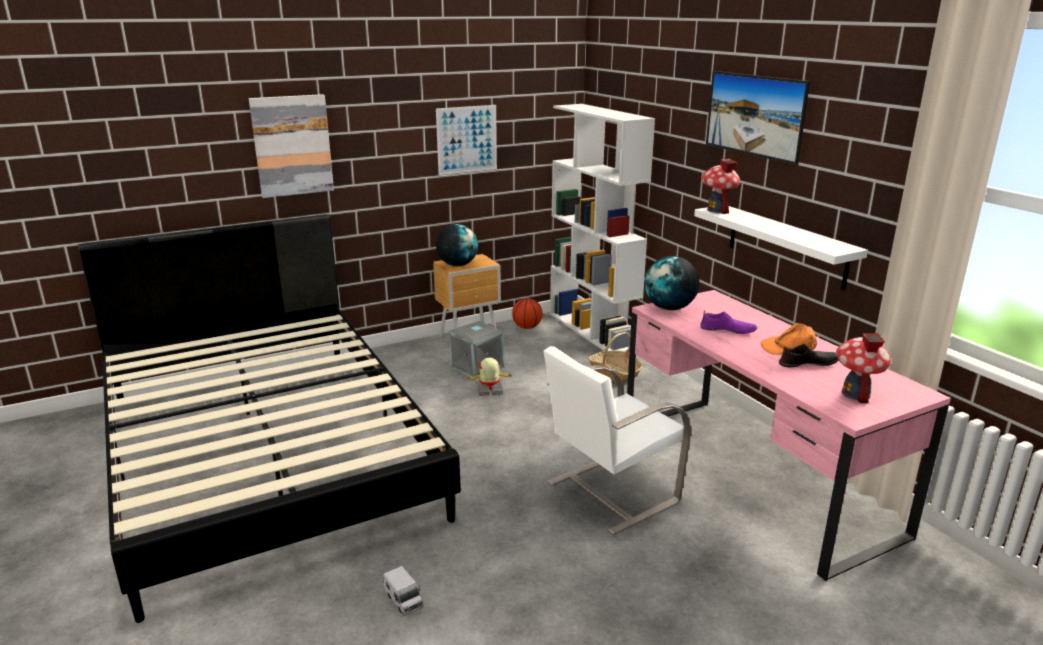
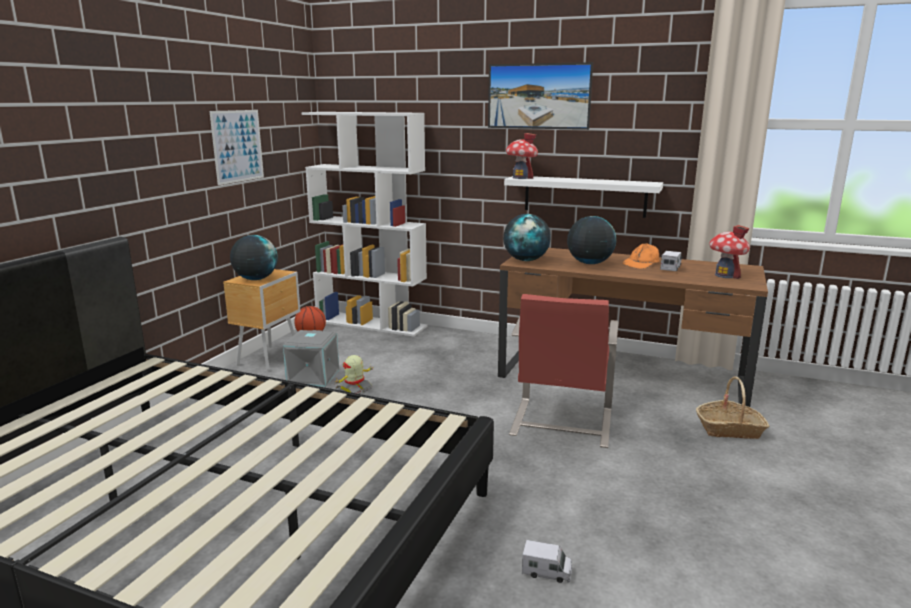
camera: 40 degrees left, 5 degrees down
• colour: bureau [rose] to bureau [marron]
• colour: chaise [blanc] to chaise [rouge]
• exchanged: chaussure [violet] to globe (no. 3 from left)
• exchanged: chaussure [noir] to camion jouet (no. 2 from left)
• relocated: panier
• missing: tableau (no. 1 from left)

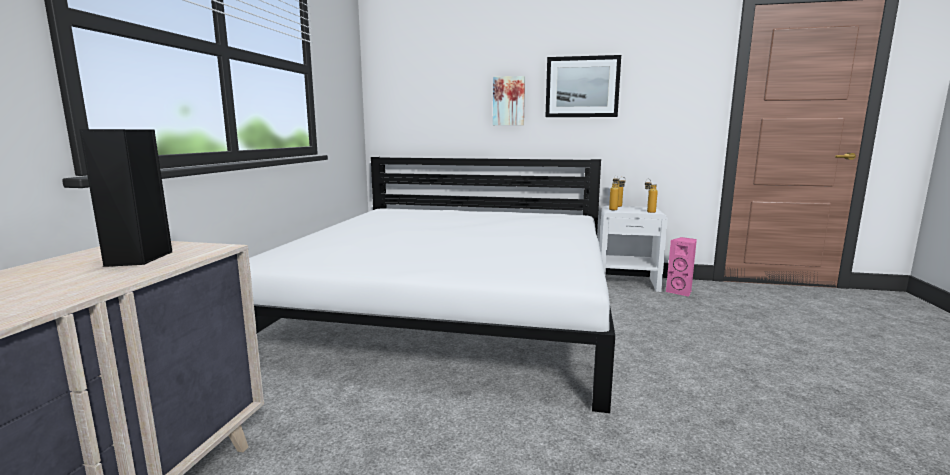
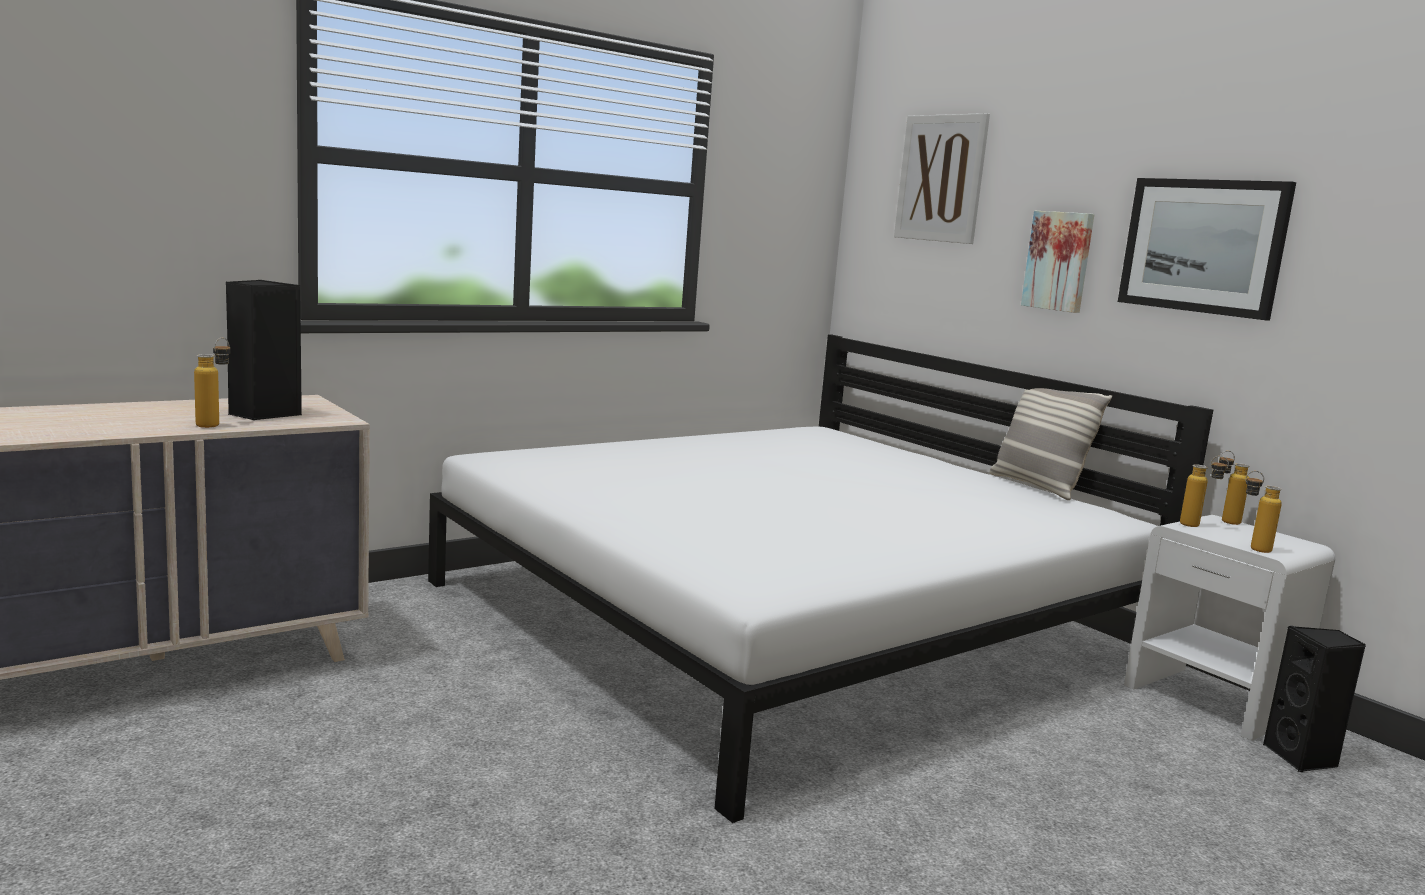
camera: 40 degrees right, 0 degrees up
• appeared: bouteille (no. 1 from left)
• appeared: tableau (no. 1 from left)
• appeared: coussin
• colour: enceinte [rose] to enceinte [noir] (no. 2 from left)

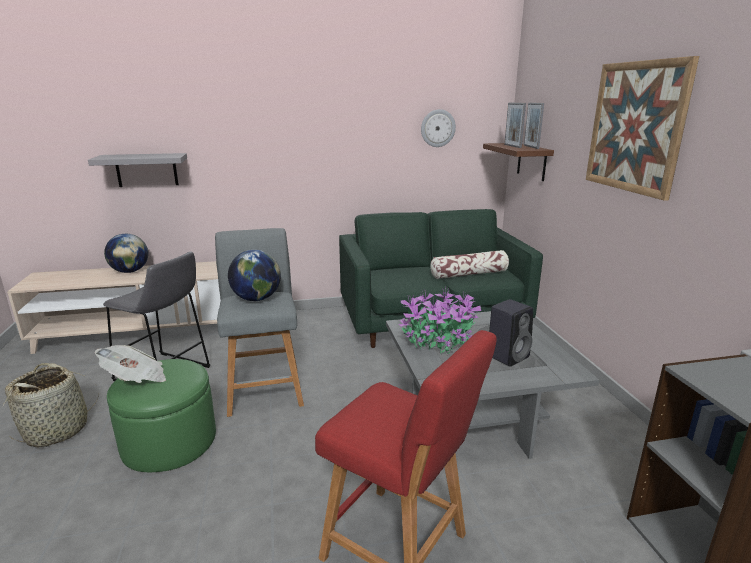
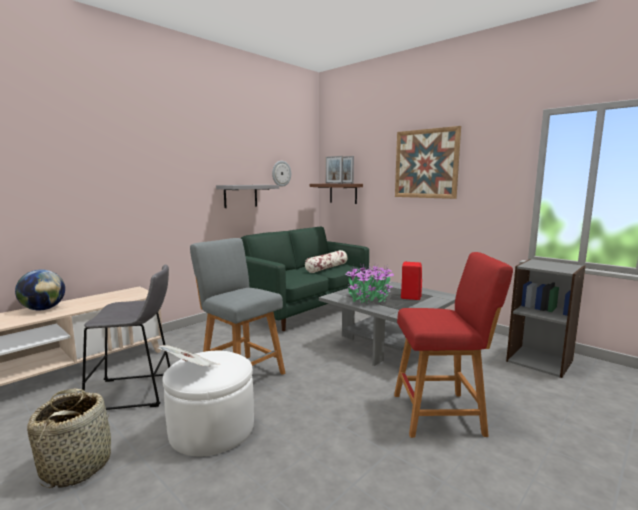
camera: 35 degrees left, 10 degrees down
• colour: pouf [vert] to pouf [blanc]
• relocated: étagère [gris]
• colour: enceinte [noir] to enceinte [rouge]
• missing: globe (no. 2 from left)

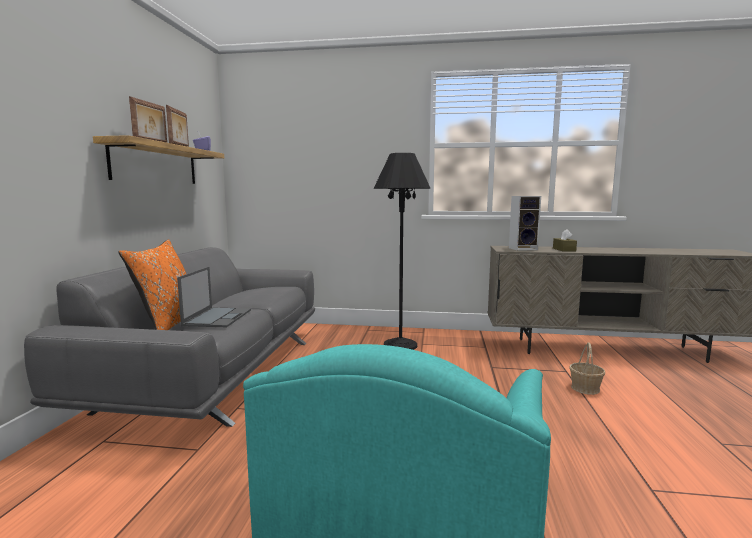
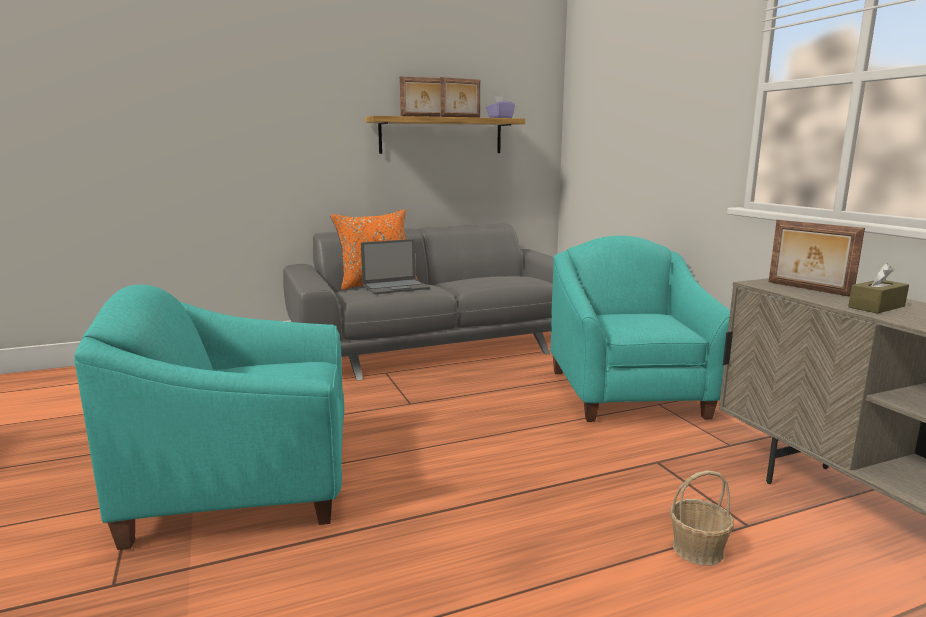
camera: 60 degrees right, 5 degrees up
• exchanged: lampadaire [noir] to fauteuil [turquoise] (no. 2 from left)
• exchanged: enceinte to cadre photo (no. 3 from left)

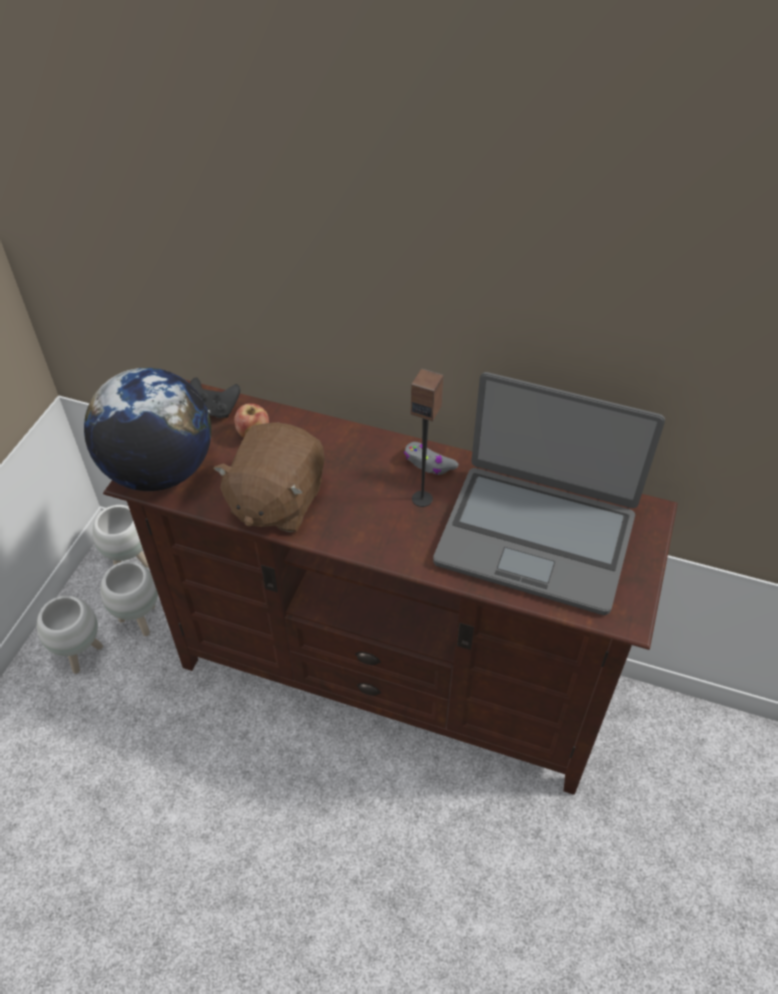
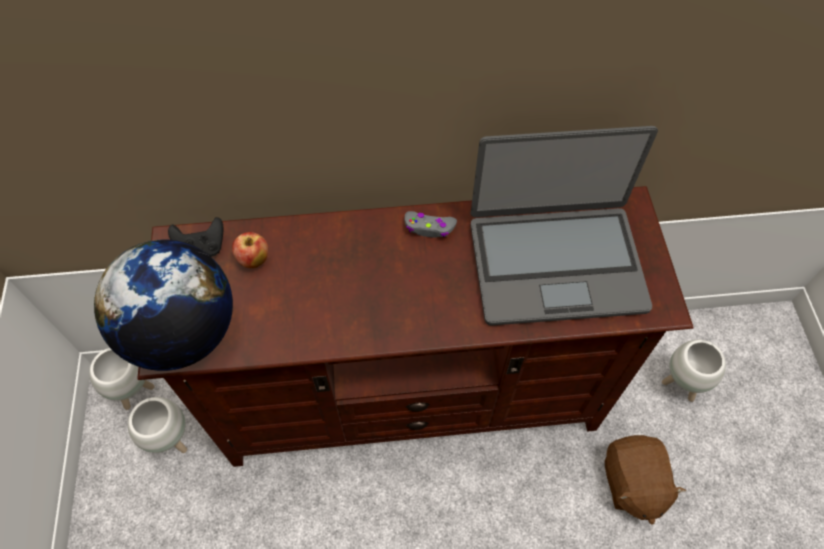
camera: 25 degrees left, 10 degrees up
• relocated: peluche [marron]
• relocated: cache-pot [blanc] (no. 1 from left in the first image) to cache-pot [blanc] (no. 3 from left)
• missing: enceinte

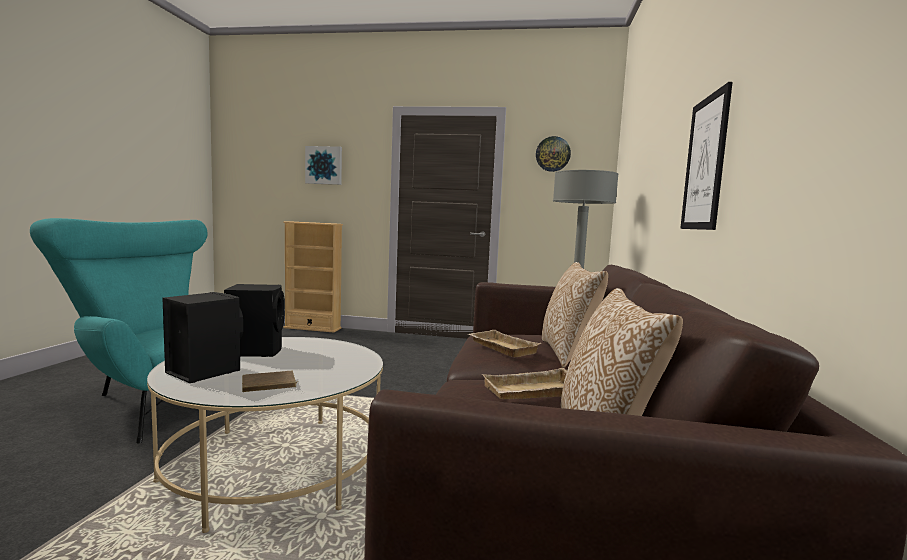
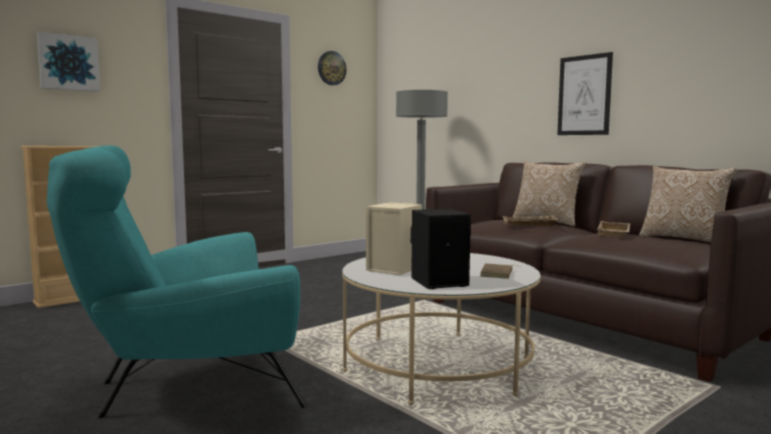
camera: 50 degrees left, 0 degrees up
• colour: enceinte [noir] (no. 2 from left) to enceinte [beige]

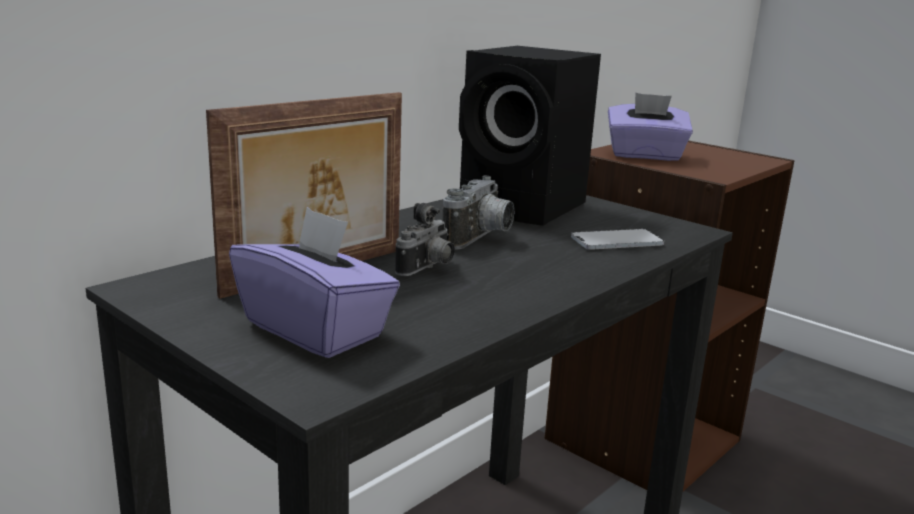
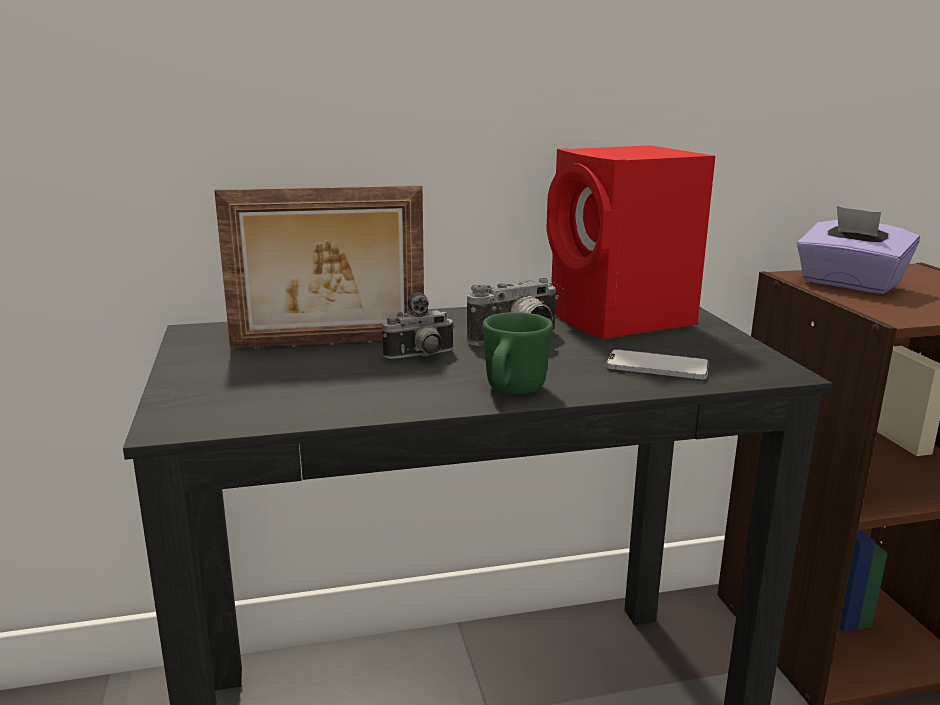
camera: 35 degrees right, 0 degrees up
• appeared: mug [vert]
• colour: enceinte [noir] to enceinte [rouge]
• missing: boîte à mouchoirs [violet] (no. 1 from left)

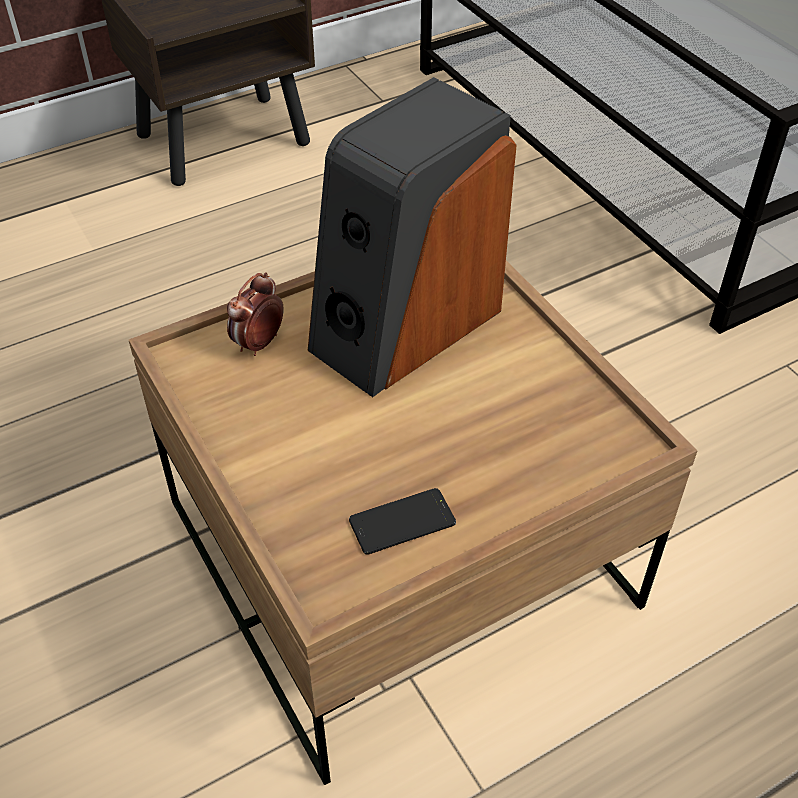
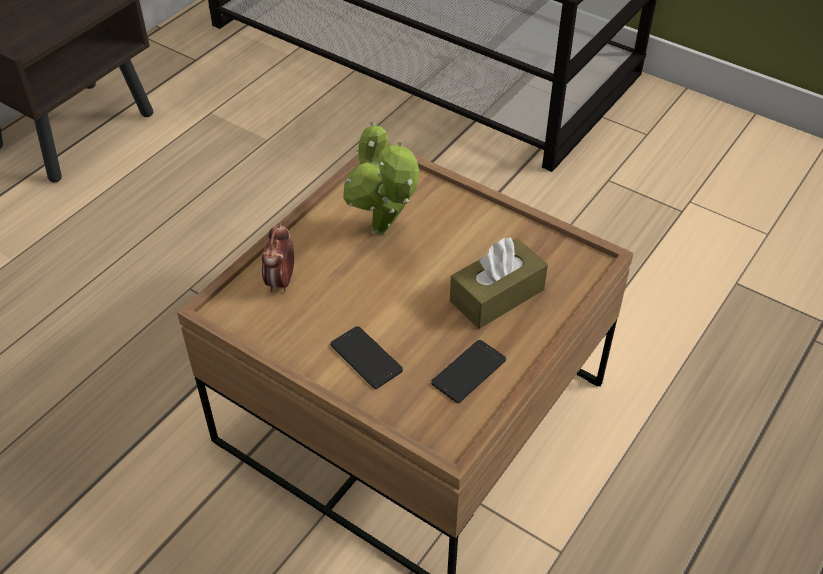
camera: 25 degrees left, 0 degrees up
• appeared: téléphone (no. 1 from left)
• exchanged: enceinte to plante en pot
• appeared: boîte à mouchoirs [marron]

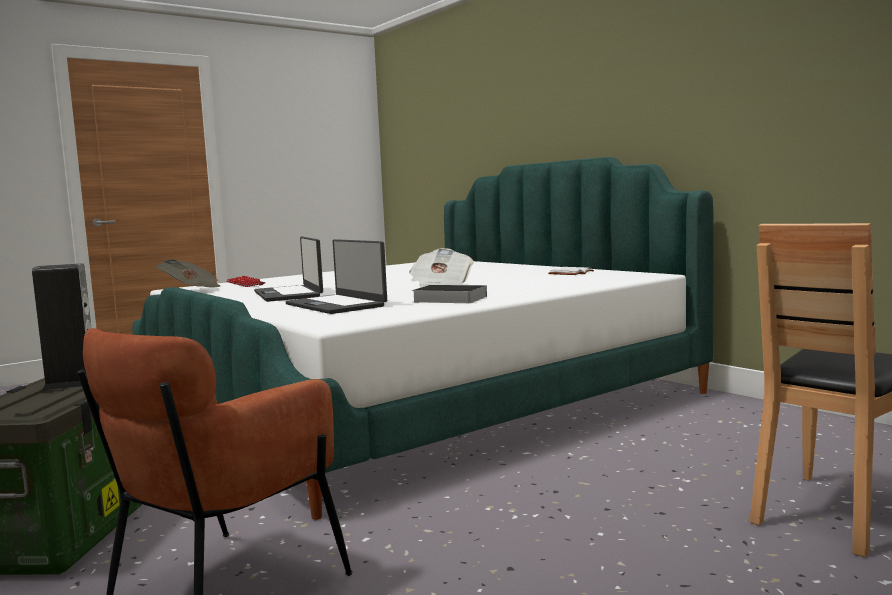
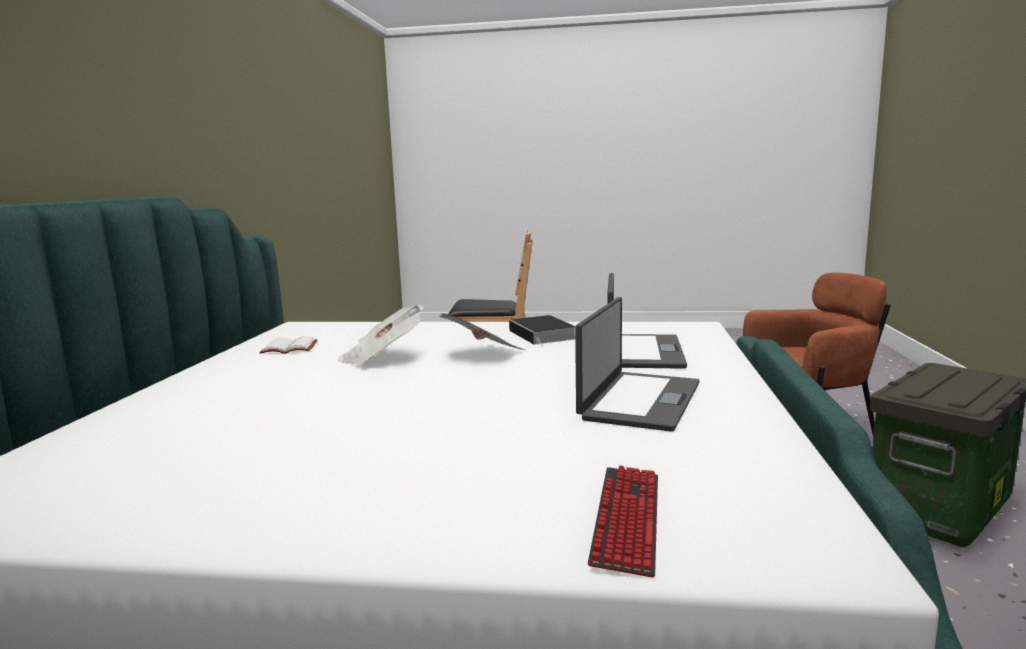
camera: 135 degrees left, 5 degrees up
• relocated: journal (no. 1 from left)
• missing: enceinte

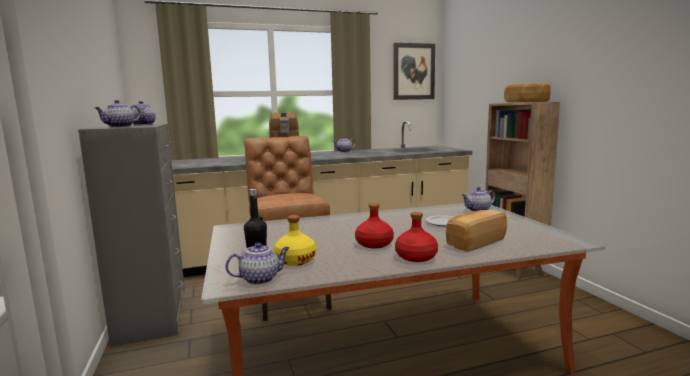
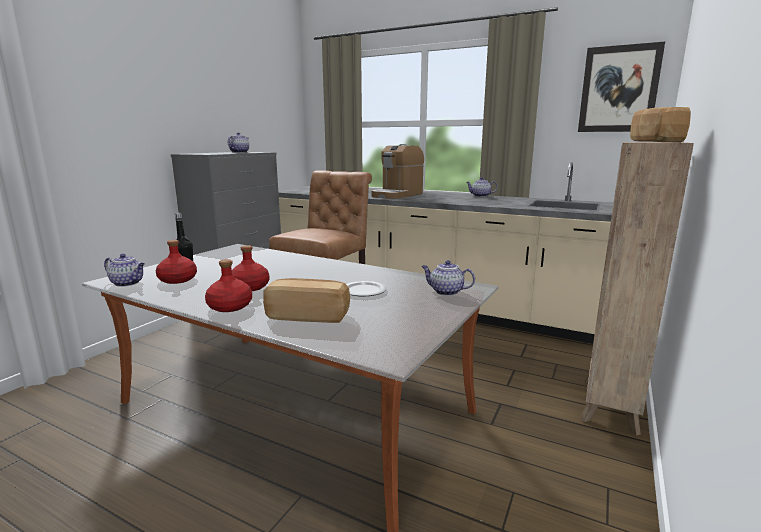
camera: 45 degrees right, 5 degrees up
• colour: bouteille [jaune] to bouteille [rouge] (no. 1 from left)
• missing: théière (no. 1 from left)

